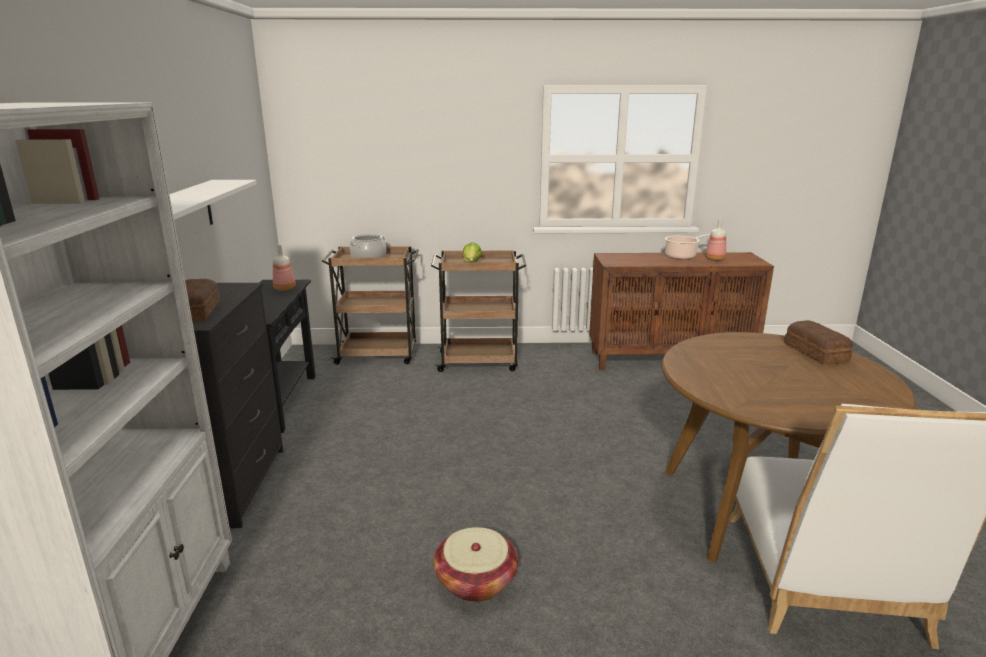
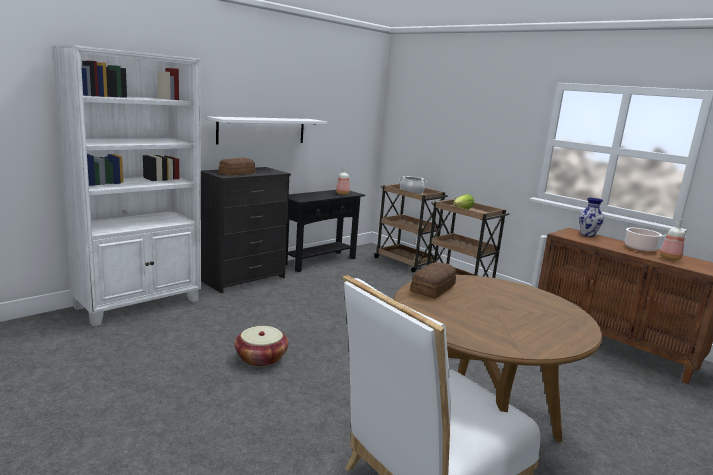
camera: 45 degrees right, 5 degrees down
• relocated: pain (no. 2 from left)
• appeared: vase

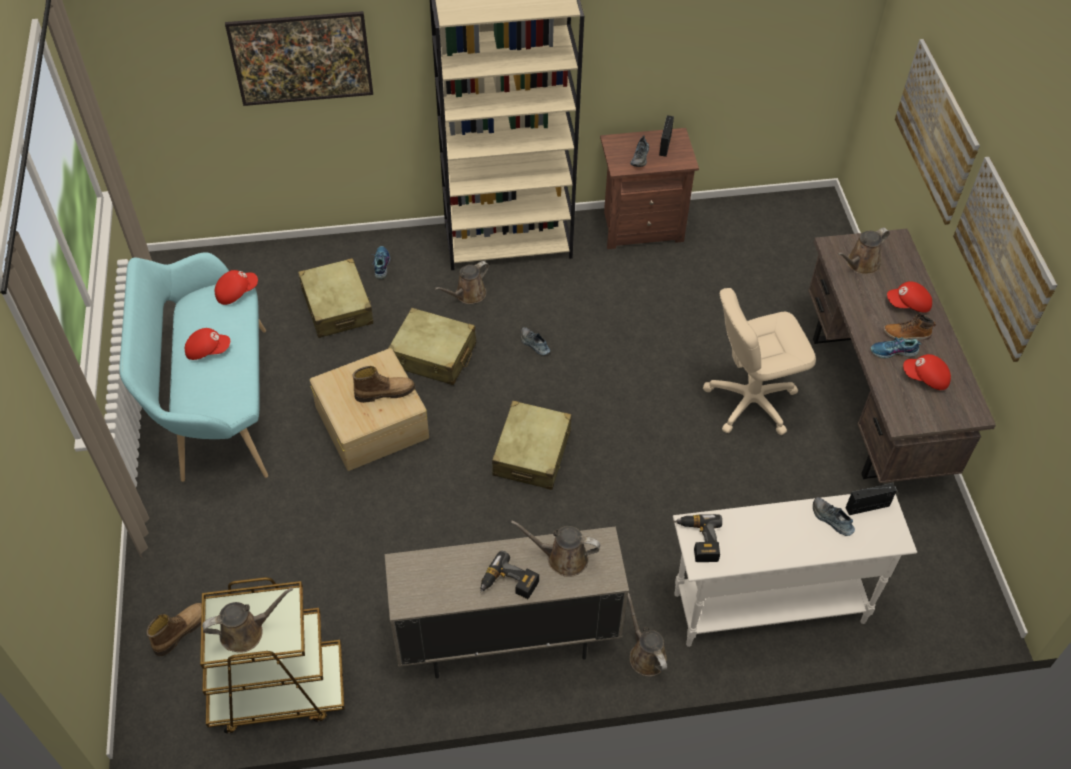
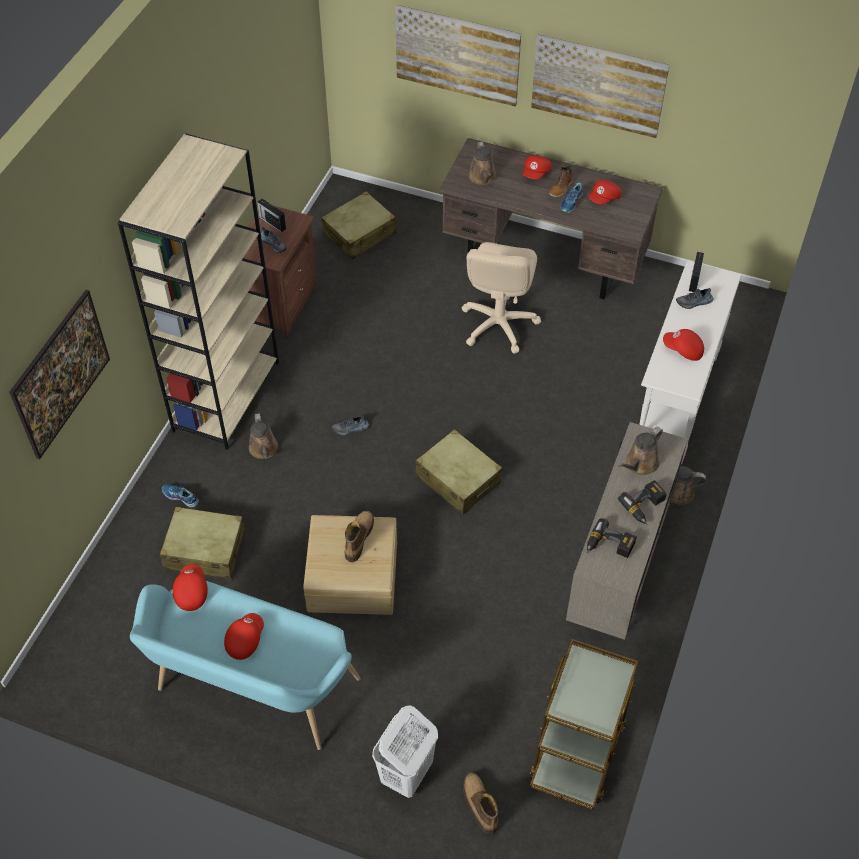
camera: 60 degrees left, 0 degrees up
• relocated: valise [beige] (no. 2 from left)
• appeared: panier à linge [blanc]
• relocated: perceuse (no. 2 from left in the first image) to perceuse (no. 1 from left)
• appeared: casquette [rouge] (no. 5 from left)
• missing: arrosoir [marron] (no. 1 from left)

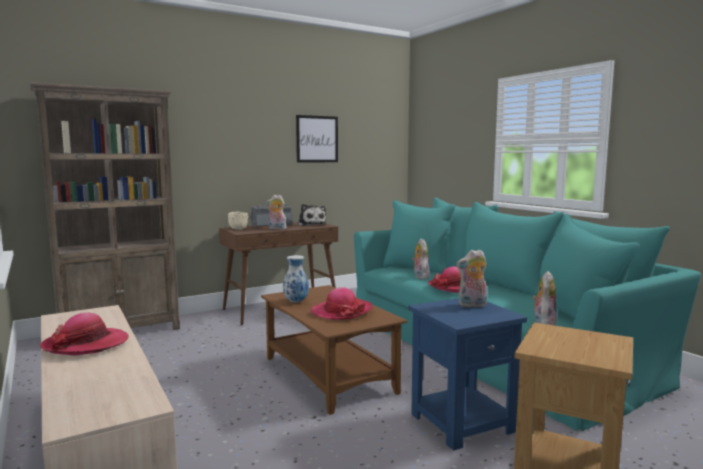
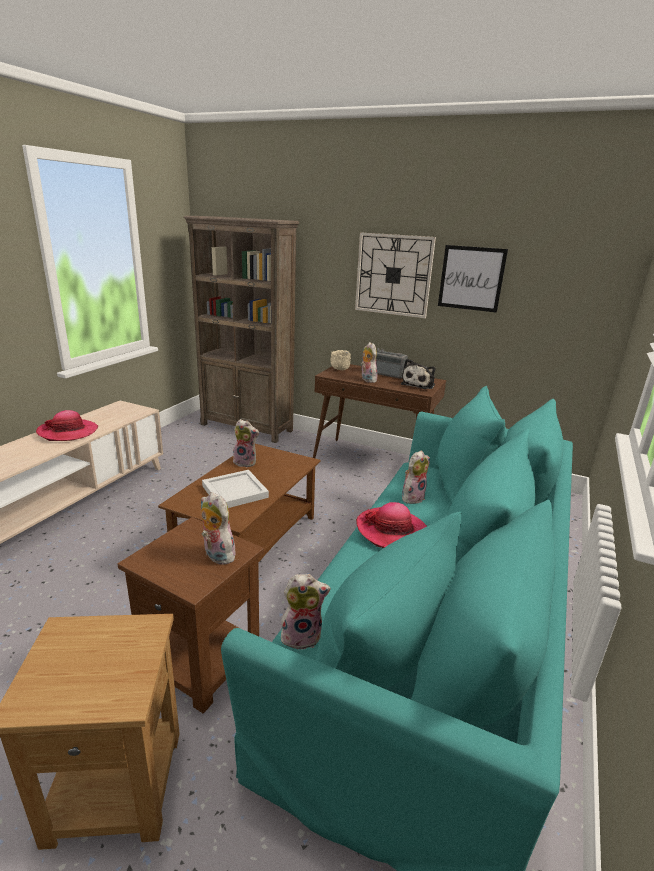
camera: 55 degrees right, 15 degrees up
• colour: table d'appoint [bleu] to table d'appoint [marron] (no. 2 from left)
• exchanged: chapeau (no. 2 from left) to plateau [blanc]
• exchanged: vase to peluche (no. 2 from left)
• appeared: horloge murale

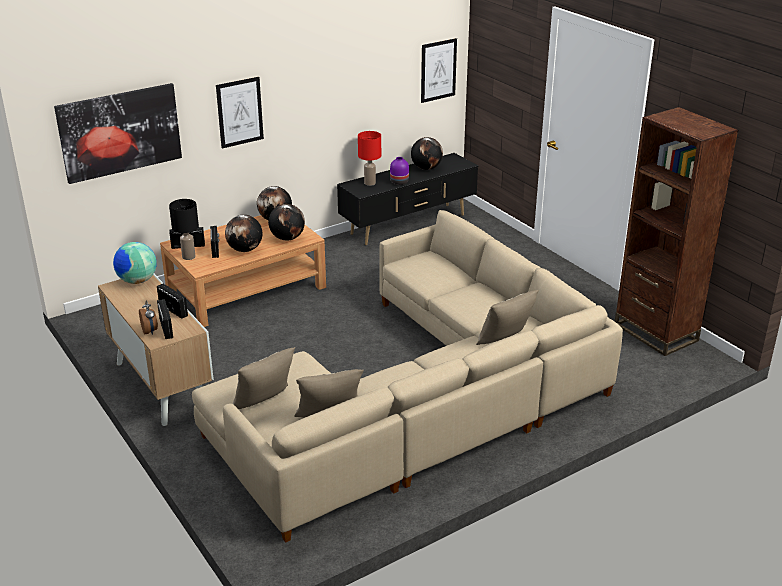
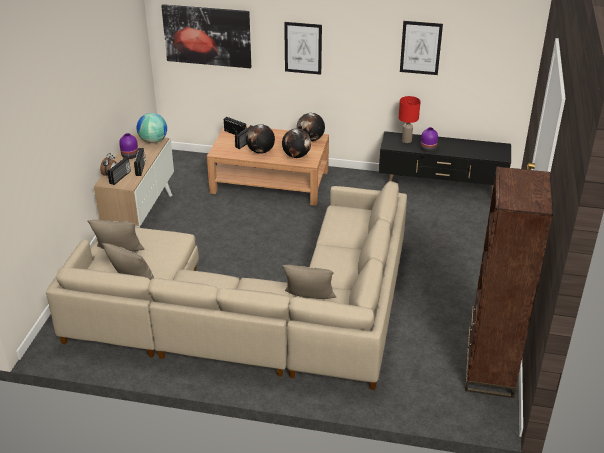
camera: 45 degrees right, 5 degrees up
• appeared: vase [violet] (no. 1 from left)
• relocated: tableau (no. 3 from left)
• missing: lampe de table [noir]
• missing: globe (no. 5 from left)

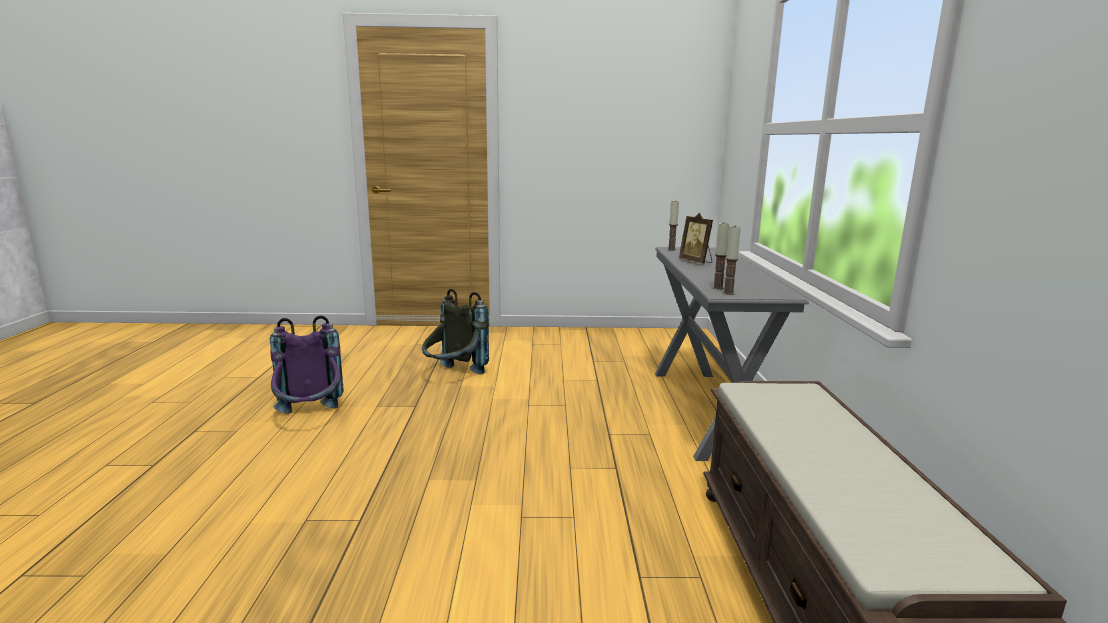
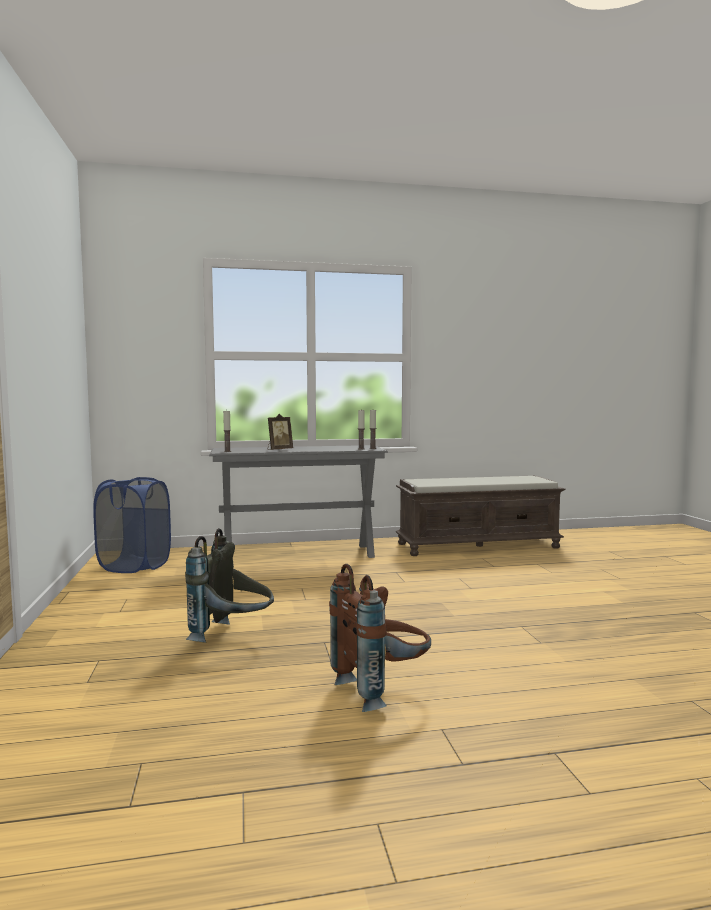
camera: 100 degrees left, 10 degrees down
• appeared: panier à linge [bleu]
• colour: sac à dos [violet] to sac à dos [marron]

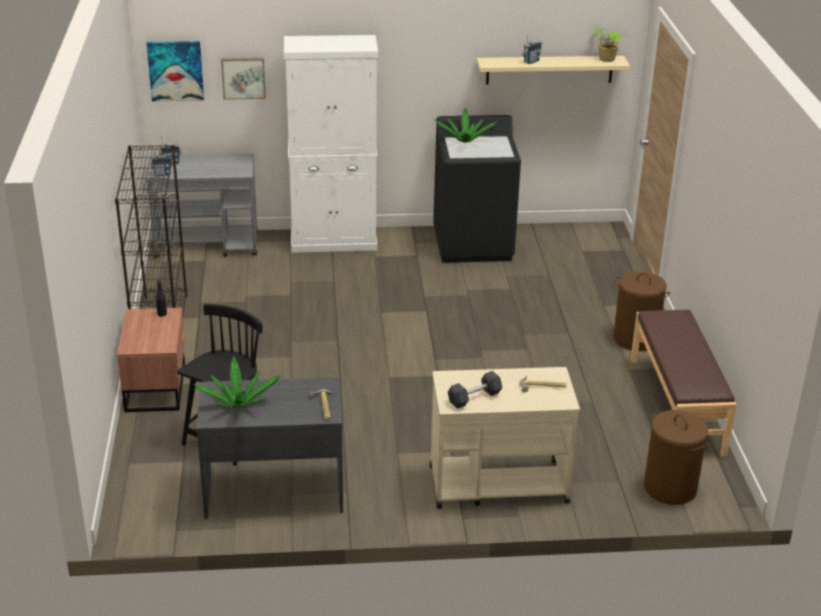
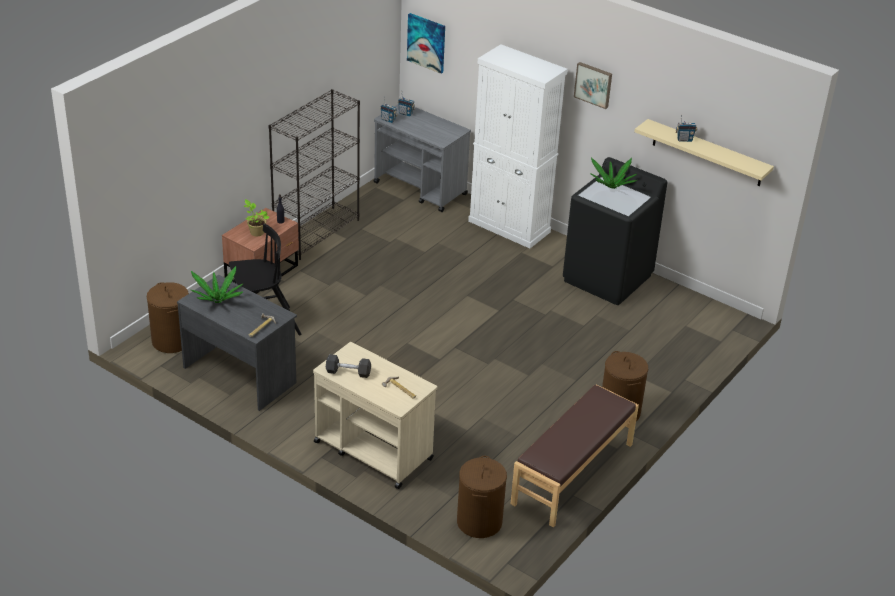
camera: 40 degrees right, 5 degrees up
• appeared: panier à linge [marron] (no. 1 from left)
• relocated: plante en pot (no. 3 from left in the first image) to plante en pot (no. 2 from left)
• relocated: tableau (no. 2 from left)

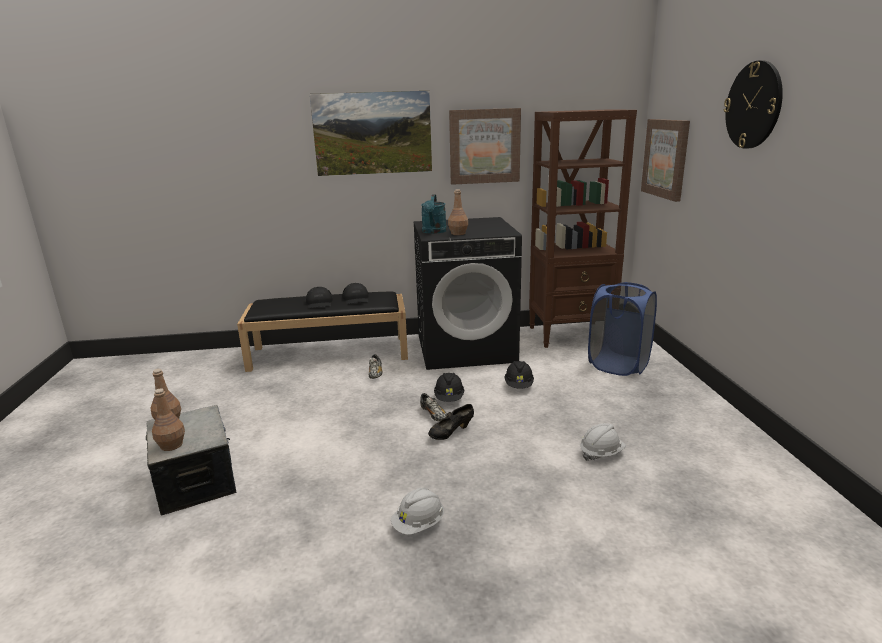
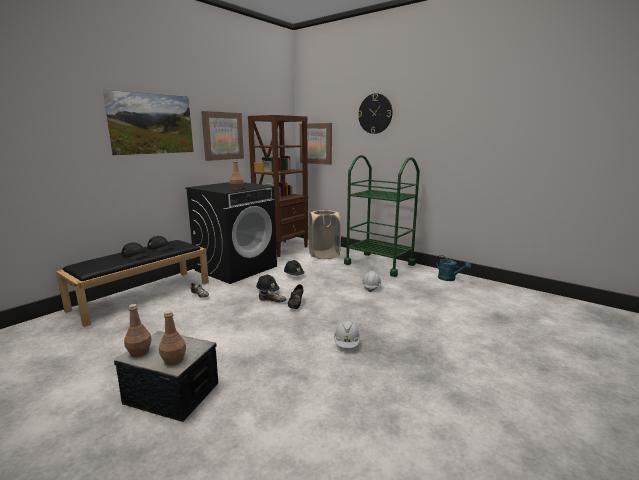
camera: 45 degrees left, 5 degrees down
• colour: panier à linge [bleu] to panier à linge [beige]
• appeared: chariot [vert]
• relocated: arrosoir [turquoise]

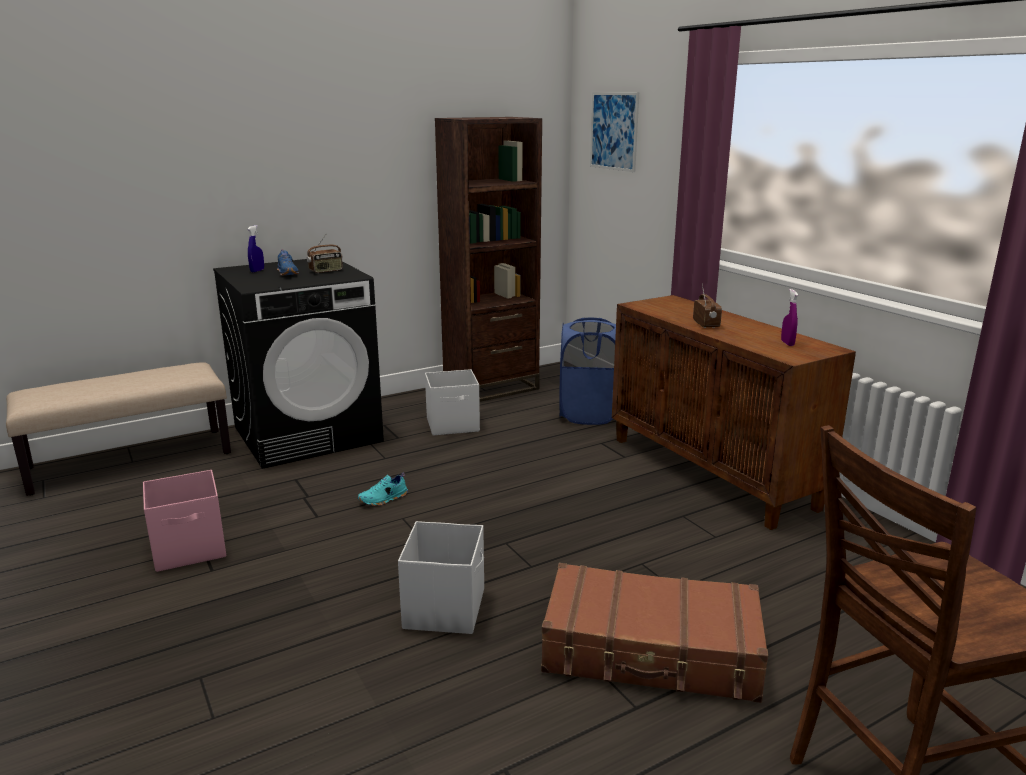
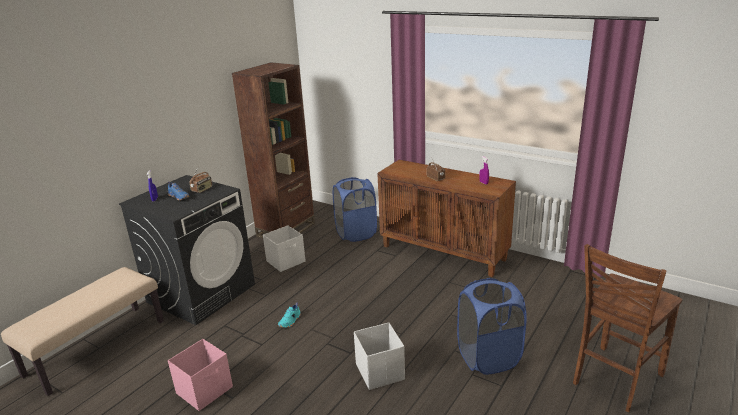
camera: 25 degrees left, 5 degrees up
• exchanged: valise [marron] to panier à linge [bleu] (no. 2 from left)
• missing: tableau

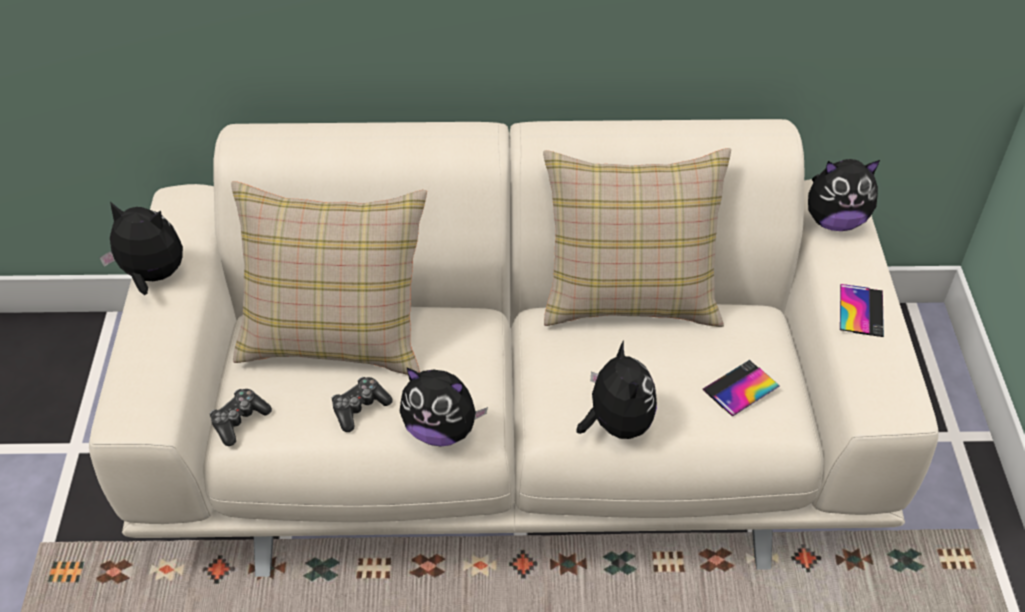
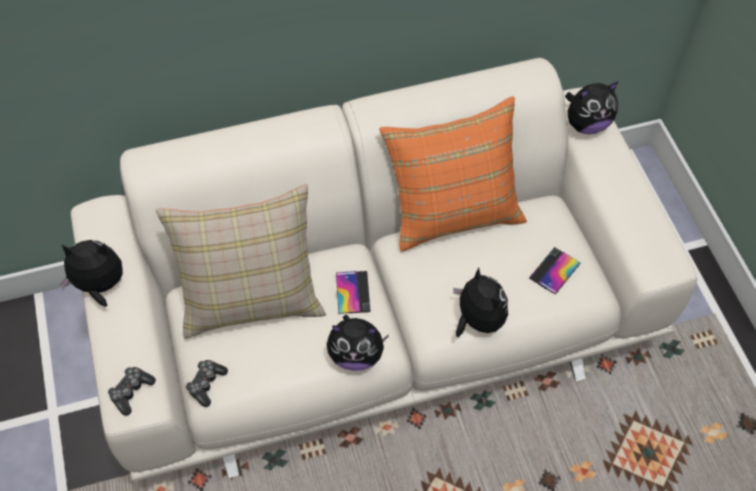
camera: 15 degrees left, 10 degrees up
• relocated: manette (no. 2 from left in the first image) to manette (no. 1 from left)
• relocated: téléphone (no. 2 from left in the first image) to téléphone (no. 1 from left)
• colour: coussin [beige] (no. 2 from left) to coussin [orange]

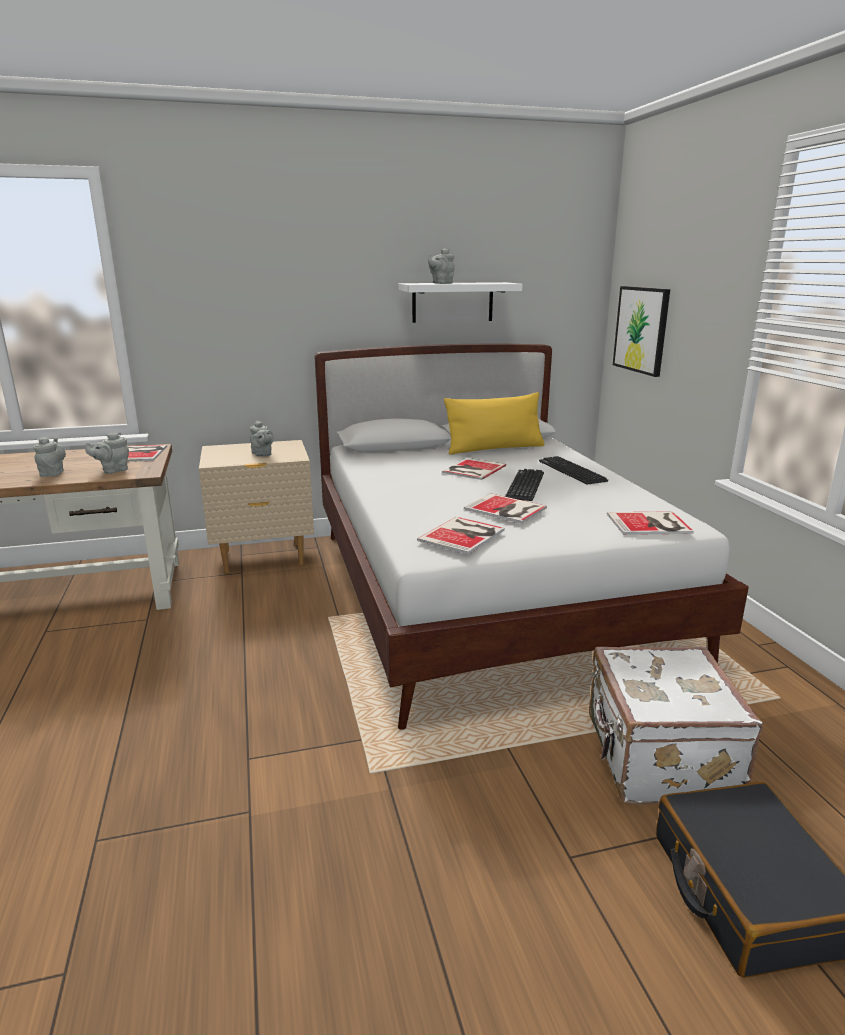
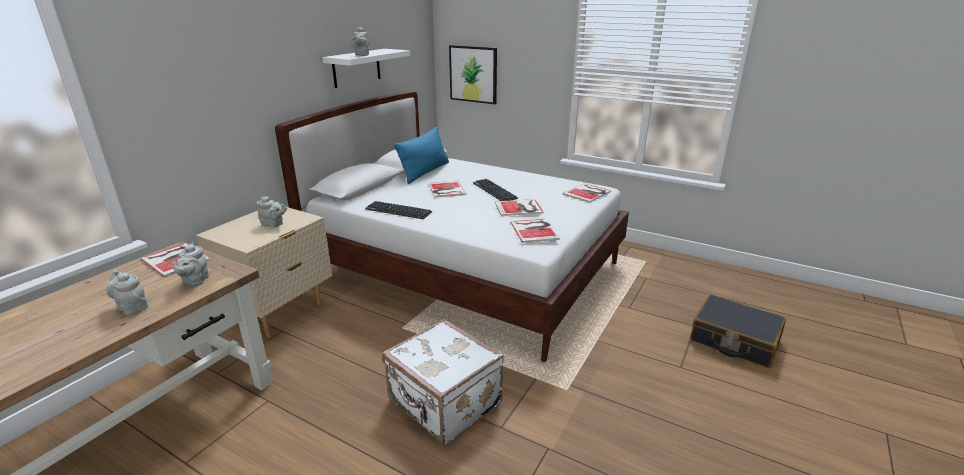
camera: 45 degrees left, 5 degrees up
• relocated: clavier (no. 2 from left in the first image) to clavier (no. 1 from left)
• relocated: valise [blanc]
• colour: coussin [jaune] to coussin [bleu]

